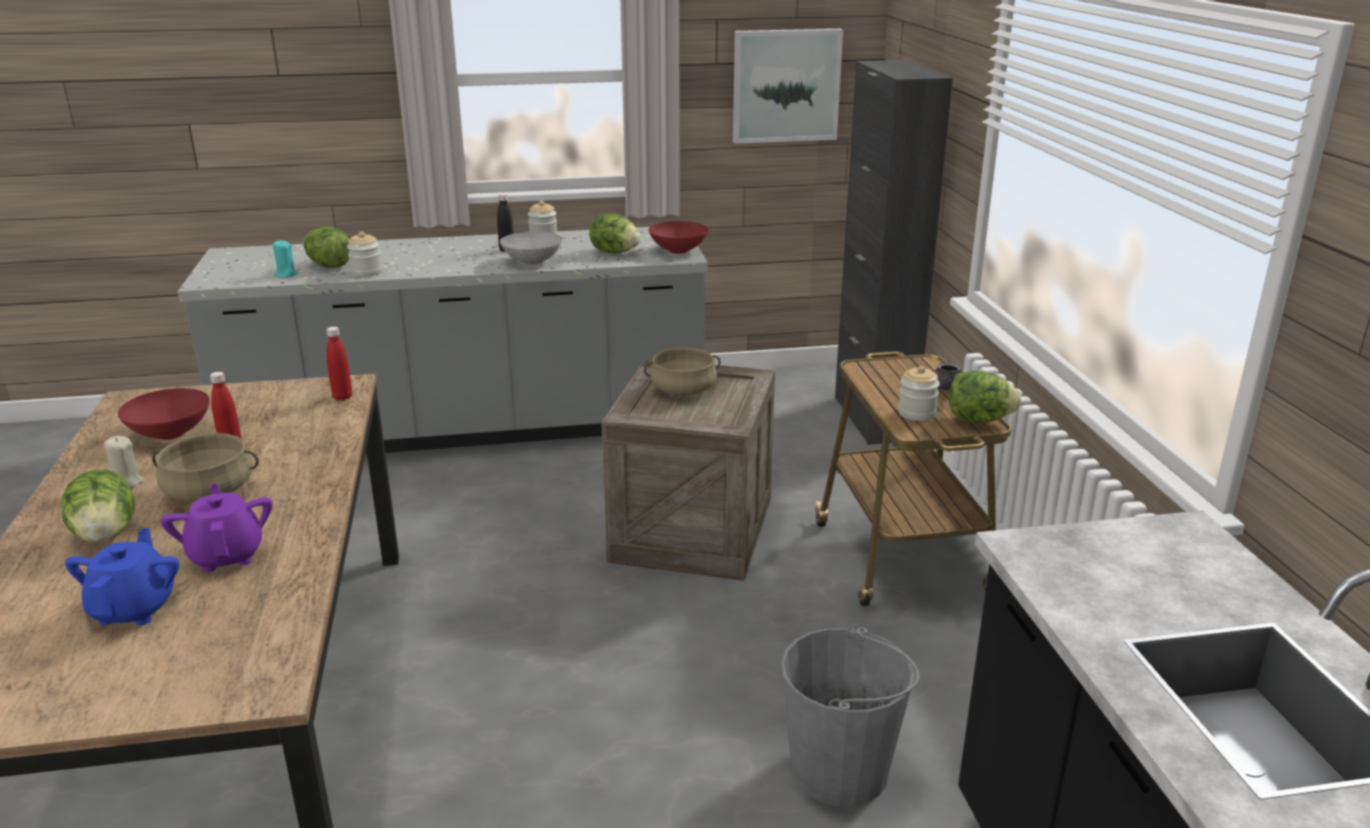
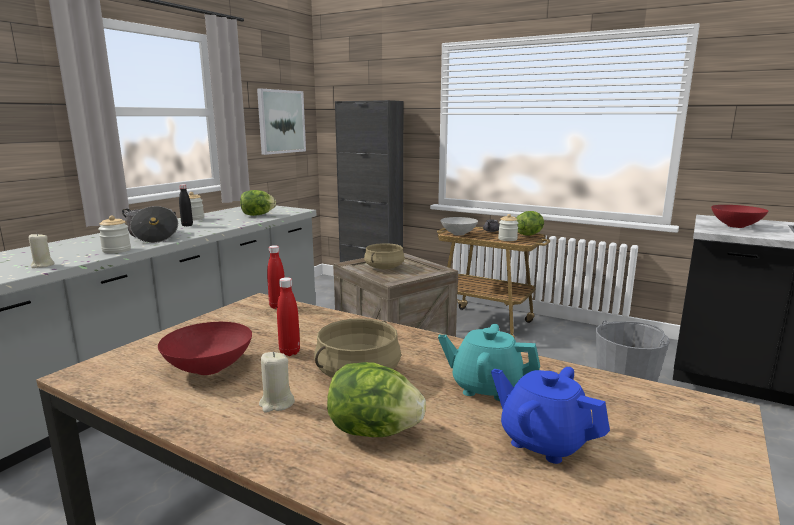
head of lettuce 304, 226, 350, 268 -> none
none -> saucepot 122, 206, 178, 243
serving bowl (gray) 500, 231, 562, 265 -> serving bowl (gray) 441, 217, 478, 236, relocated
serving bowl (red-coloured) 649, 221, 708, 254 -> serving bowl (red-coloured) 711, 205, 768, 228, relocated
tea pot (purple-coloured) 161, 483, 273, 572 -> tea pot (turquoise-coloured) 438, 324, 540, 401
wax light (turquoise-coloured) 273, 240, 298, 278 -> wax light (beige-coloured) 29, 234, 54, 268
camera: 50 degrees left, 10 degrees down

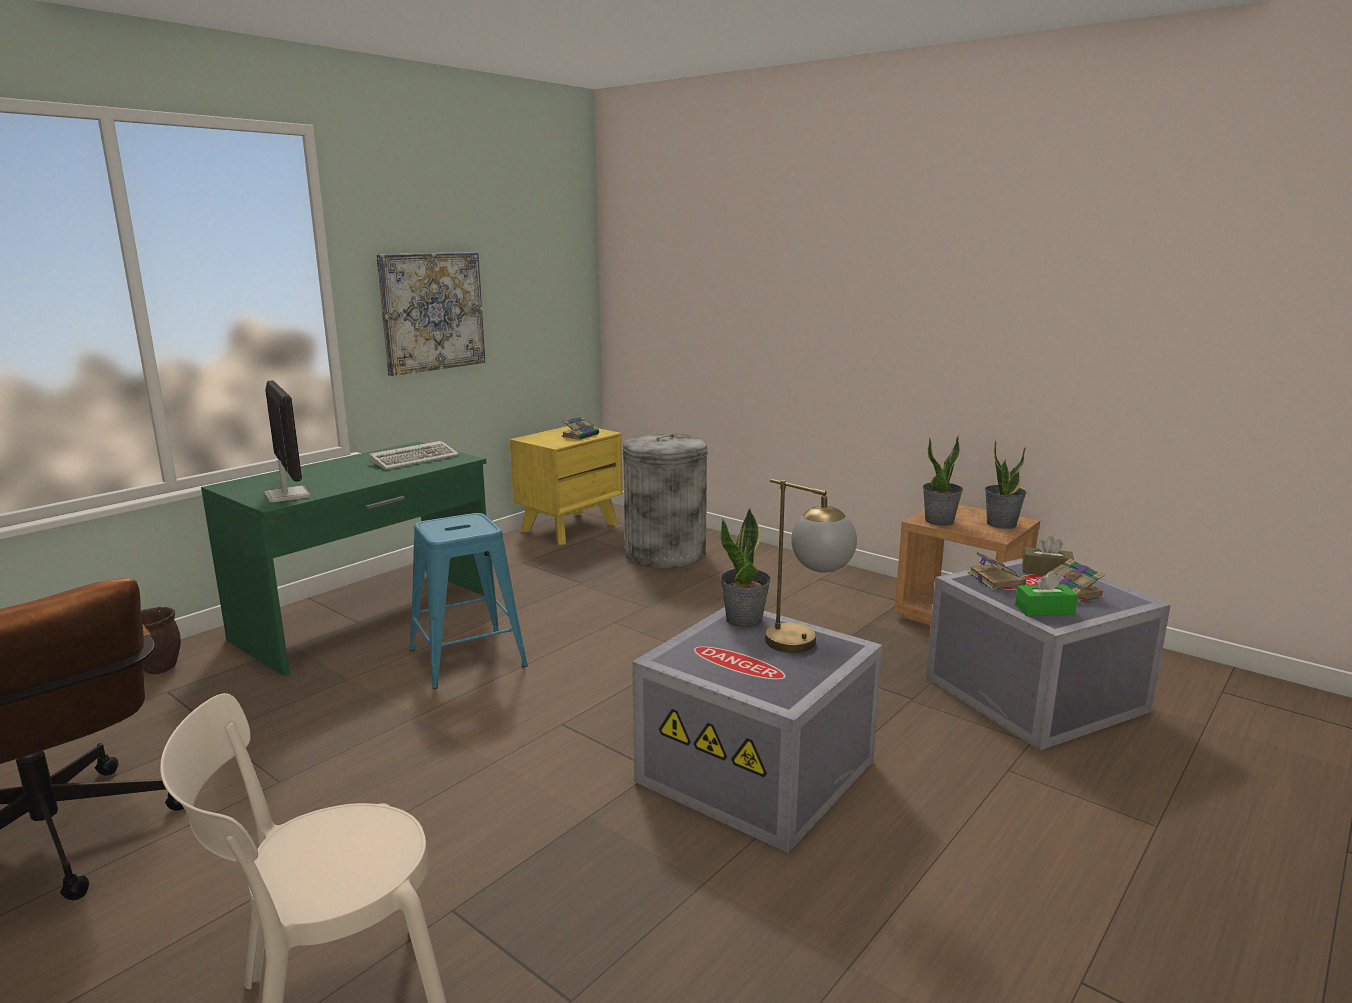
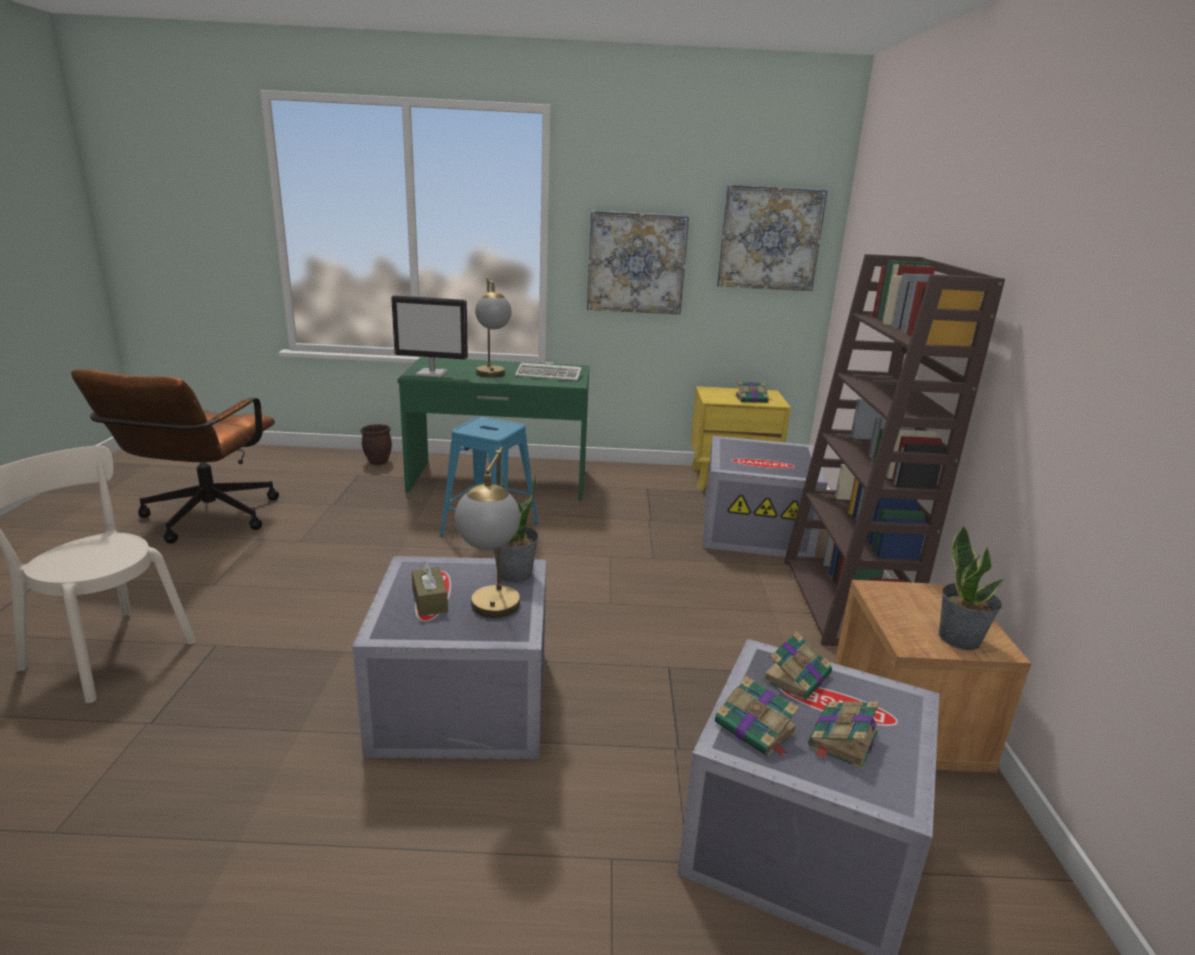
houseplant 923, 436, 963, 526 -> none
none -> tabletop lamp 475, 277, 512, 377
none -> wall picture 717, 184, 828, 291
none -> shelving unit (brown) 784, 254, 1005, 646
tissue box (brown) 1022, 536, 1074, 575 -> tissue box (brown) 412, 561, 448, 616, relocated
rubbish bin (gray) 623, 433, 708, 568 -> storage container (gray) 703, 436, 828, 557
tissue box (green) 1015, 571, 1078, 616 -> book 715, 676, 799, 758
computer display 264, 380, 311, 502 -> computer display 391, 295, 468, 378, 75 degrees clockwise
camera: 50 degrees right, 5 degrees up

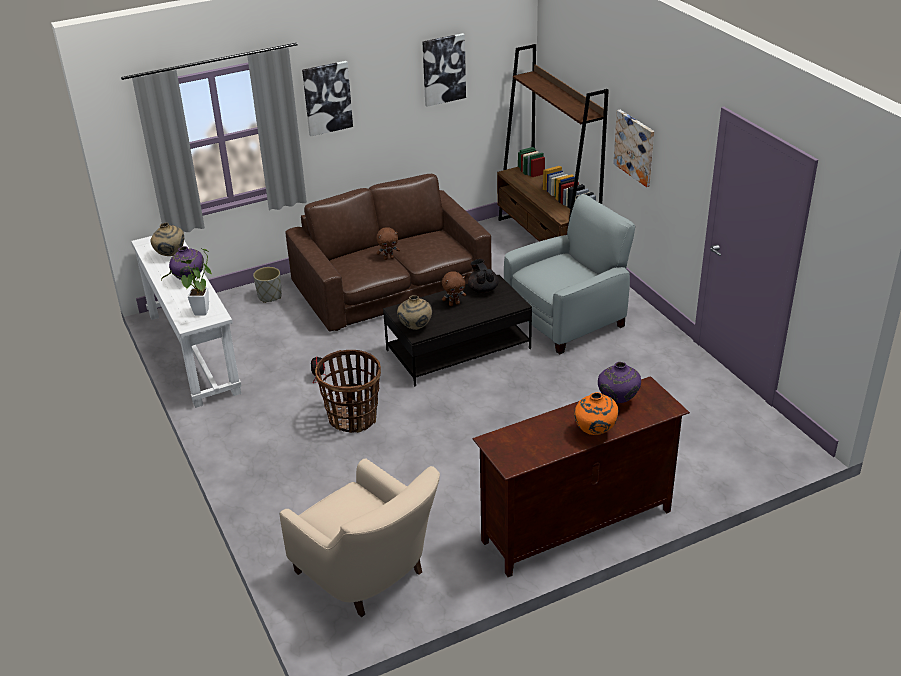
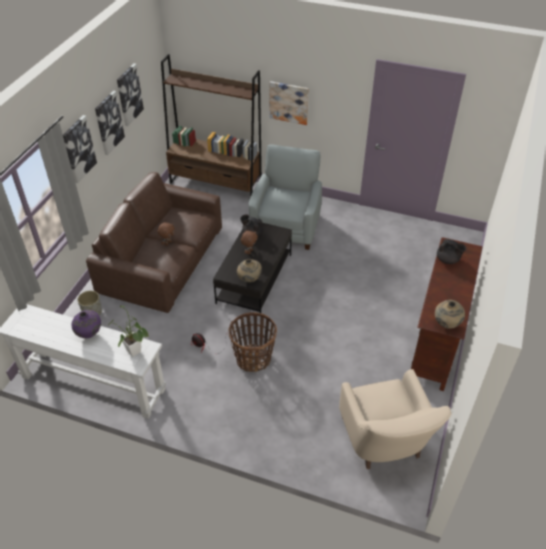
vase (orange-coloured) 574, 392, 618, 435 -> none
none -> wall picture 95, 91, 125, 155
vase (beige-coloured) 151, 223, 184, 256 -> vase (beige-coloured) 435, 300, 465, 328, relocated
vase (purple-coloured) 598, 362, 641, 403 -> tea pot (blackish) 437, 239, 466, 264
lounge chair (beige-coloured) 279, 458, 440, 617 -> lounge chair (beige-coloured) 339, 369, 451, 469, 75 degrees clockwise
camera: 45 degrees left, 10 degrees up

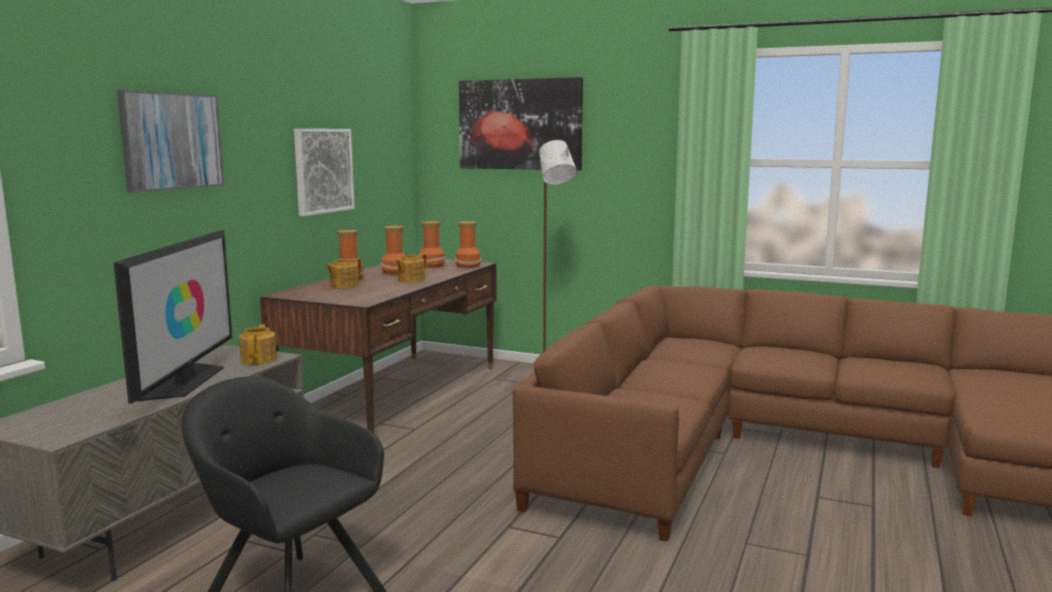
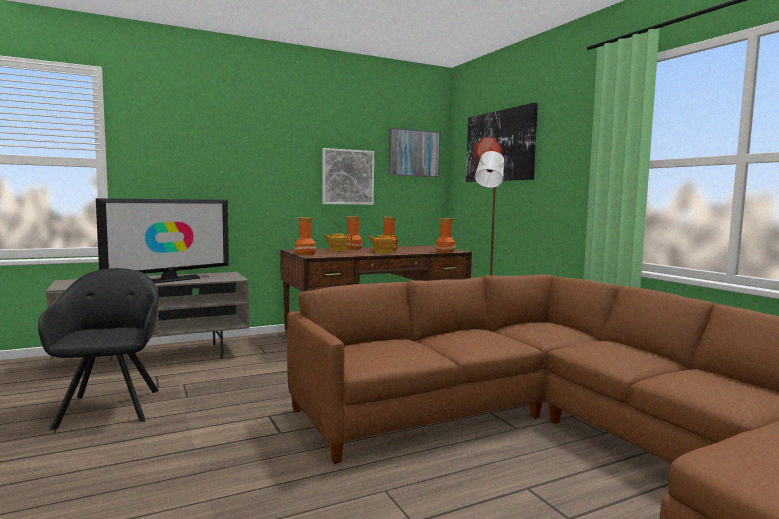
tea pot 239, 324, 277, 365 -> none
wall picture 117, 90, 224, 193 -> wall picture 389, 128, 440, 177, relocated
vase 419, 221, 445, 268 -> vase 294, 218, 316, 255, relocated
camera: 40 degrees right, 5 degrees down

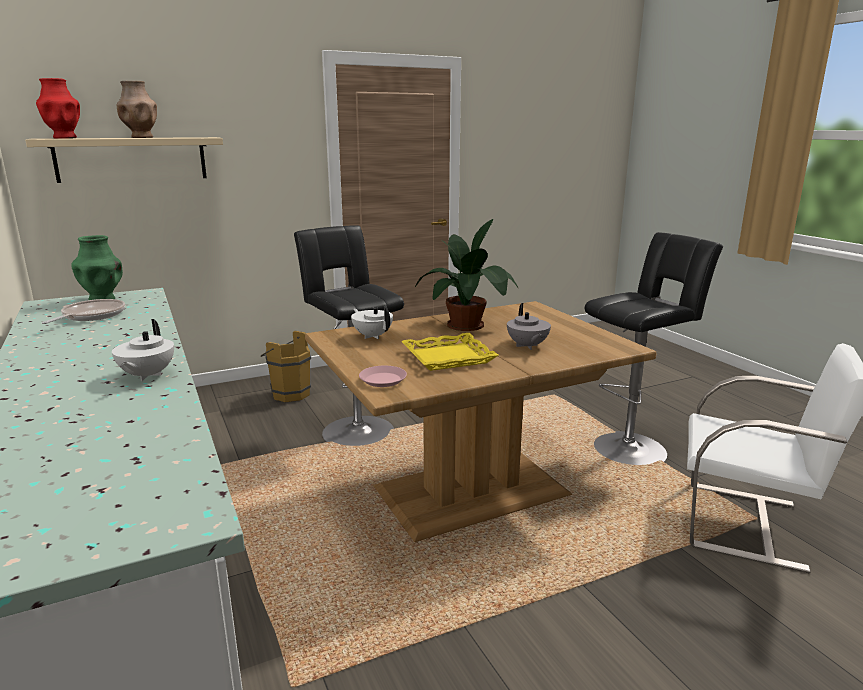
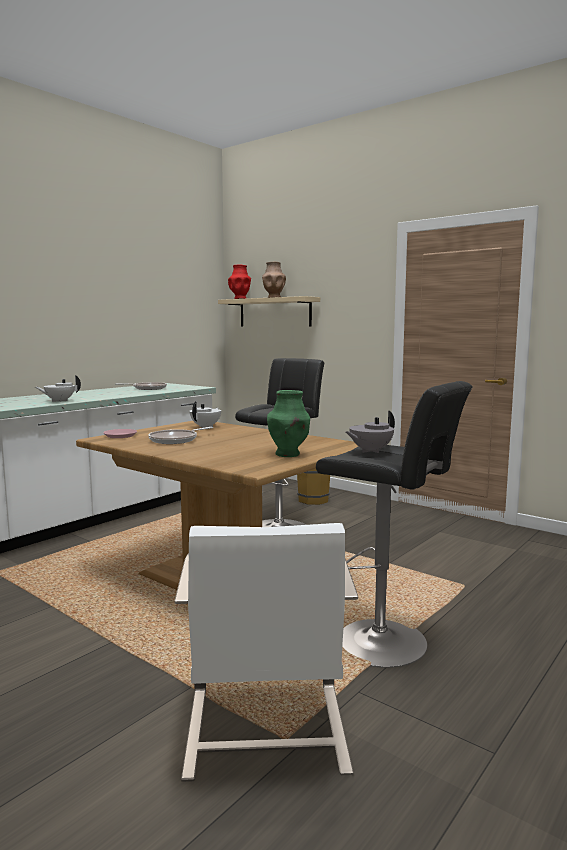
houseplant 415, 219, 518, 331 -> none
vase (green) 71, 235, 123, 300 -> vase (green) 267, 390, 310, 457, relocated
tea pot (gray) 507, 303, 551, 350 -> tea pot (gray) 346, 411, 395, 453, relocated
carrying tray (yellow-coloured) 401, 333, 499, 371 -> frying pan 148, 427, 213, 444
camera: 65 degrees right, 10 degrees down

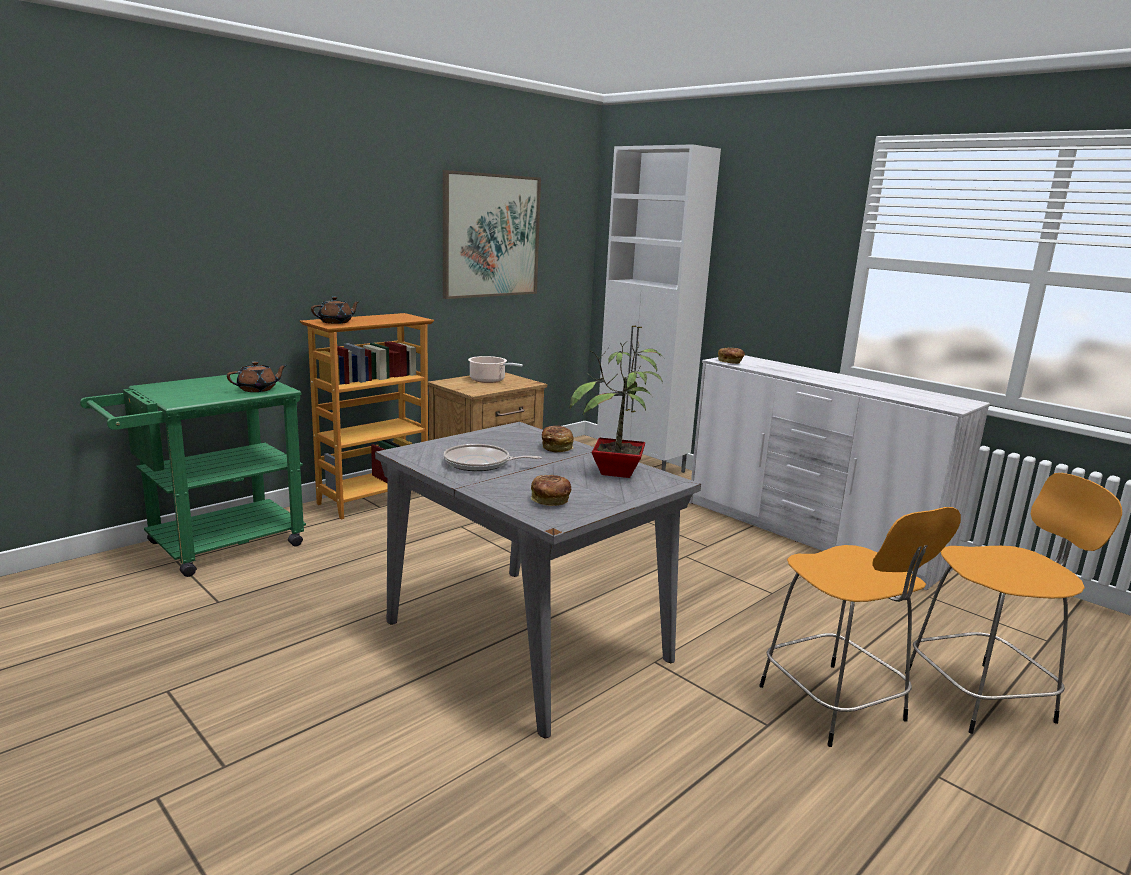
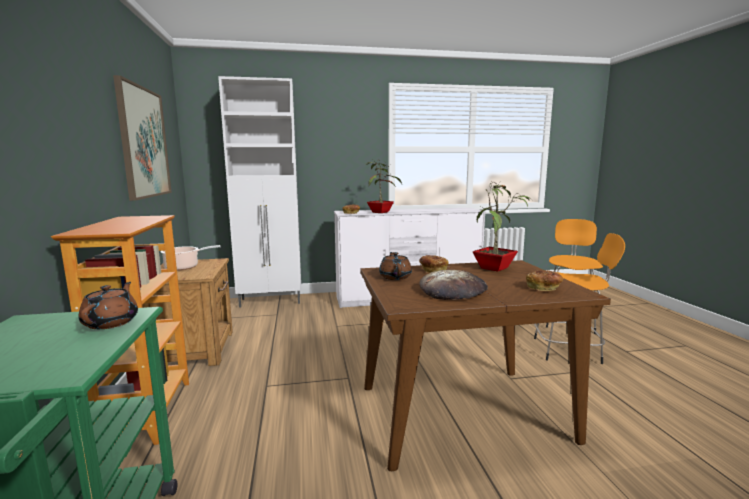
none -> houseplant 367, 159, 402, 213
tea pot (brown) 311, 297, 360, 324 -> tea pot (brown) 379, 252, 412, 280, relocated
frying pan 444, 444, 542, 471 -> bakery bread 420, 270, 488, 300
kitchen table (gray) 375, 422, 701, 739 -> kitchen table (brown) 360, 260, 611, 471
camera: 55 degrees left, 5 degrees down

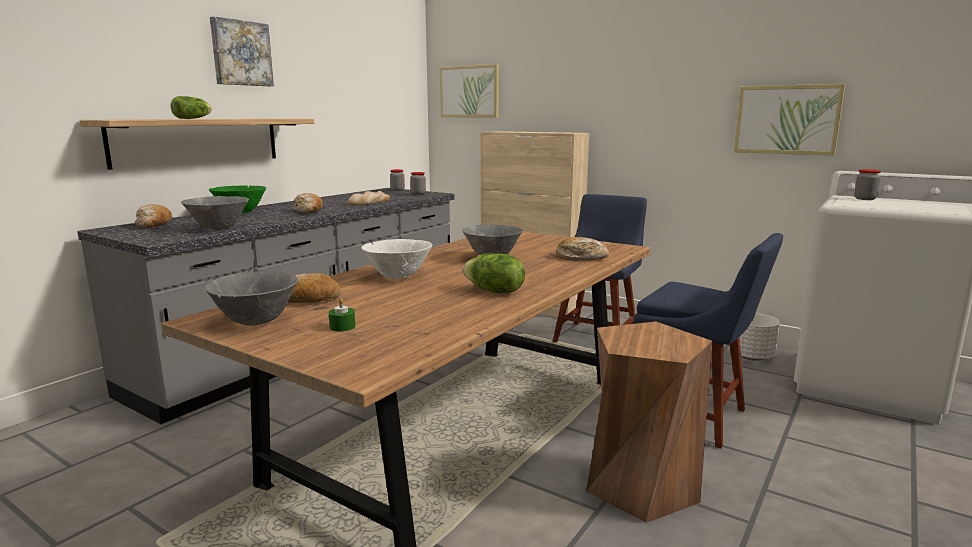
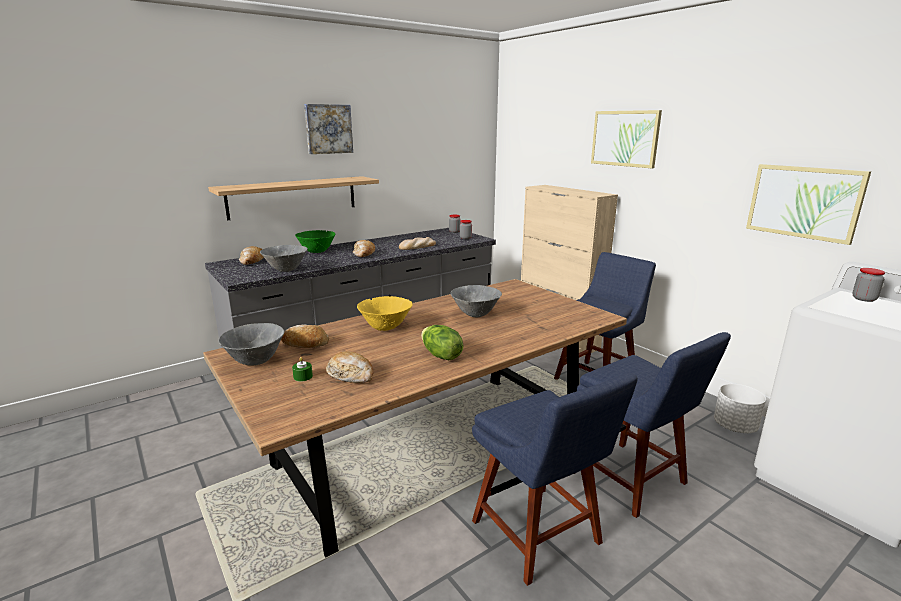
head of lettuce 170, 96, 212, 119 -> none
wall picture 440, 64, 499, 117 -> wall picture 591, 110, 662, 168, relocated
bakery bread 556, 237, 609, 260 -> bakery bread 326, 351, 374, 383, relocated
sitting stool (brown) 586, 321, 712, 523 -> chair (bluish) 472, 374, 638, 586
serving bowl (white) 361, 239, 433, 279 -> serving bowl (yellow-coloured) 357, 296, 413, 331
camera: 20 degrees right, 5 degrees up

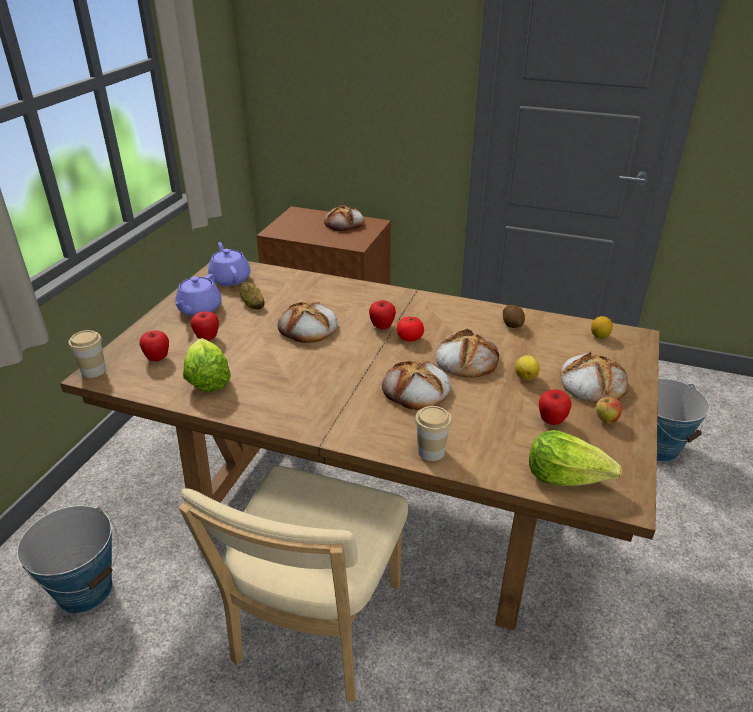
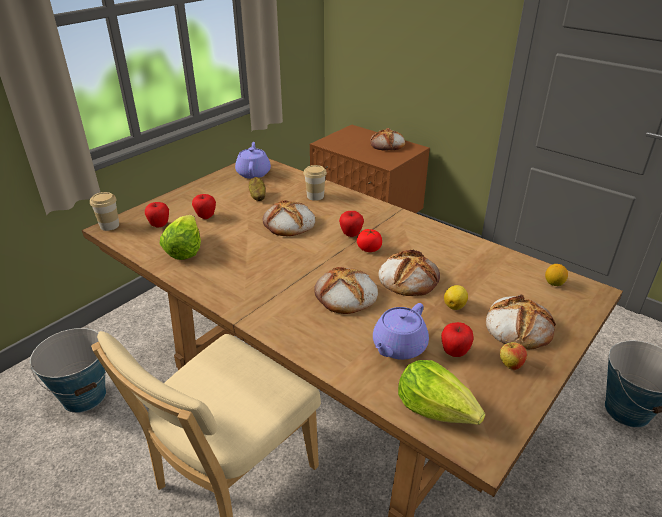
potato 503, 304, 525, 328 -> none
tea pot (purple-coloured) 175, 274, 222, 316 -> tea pot (purple-coloured) 373, 303, 429, 360, relocated
cup 415, 406, 452, 461 -> cup 304, 165, 327, 201, relocated
camera: 20 degrees right, 0 degrees up

